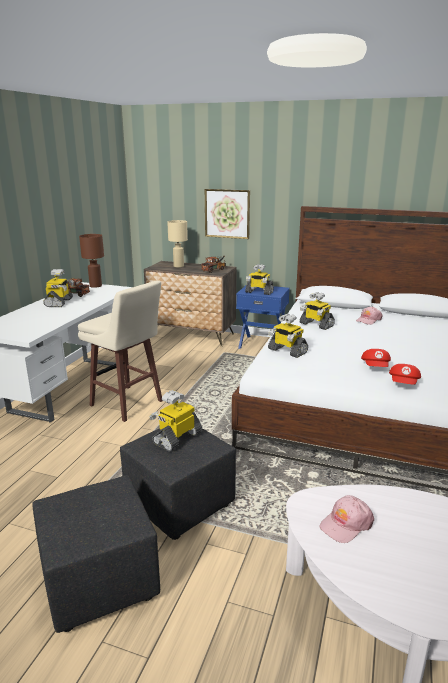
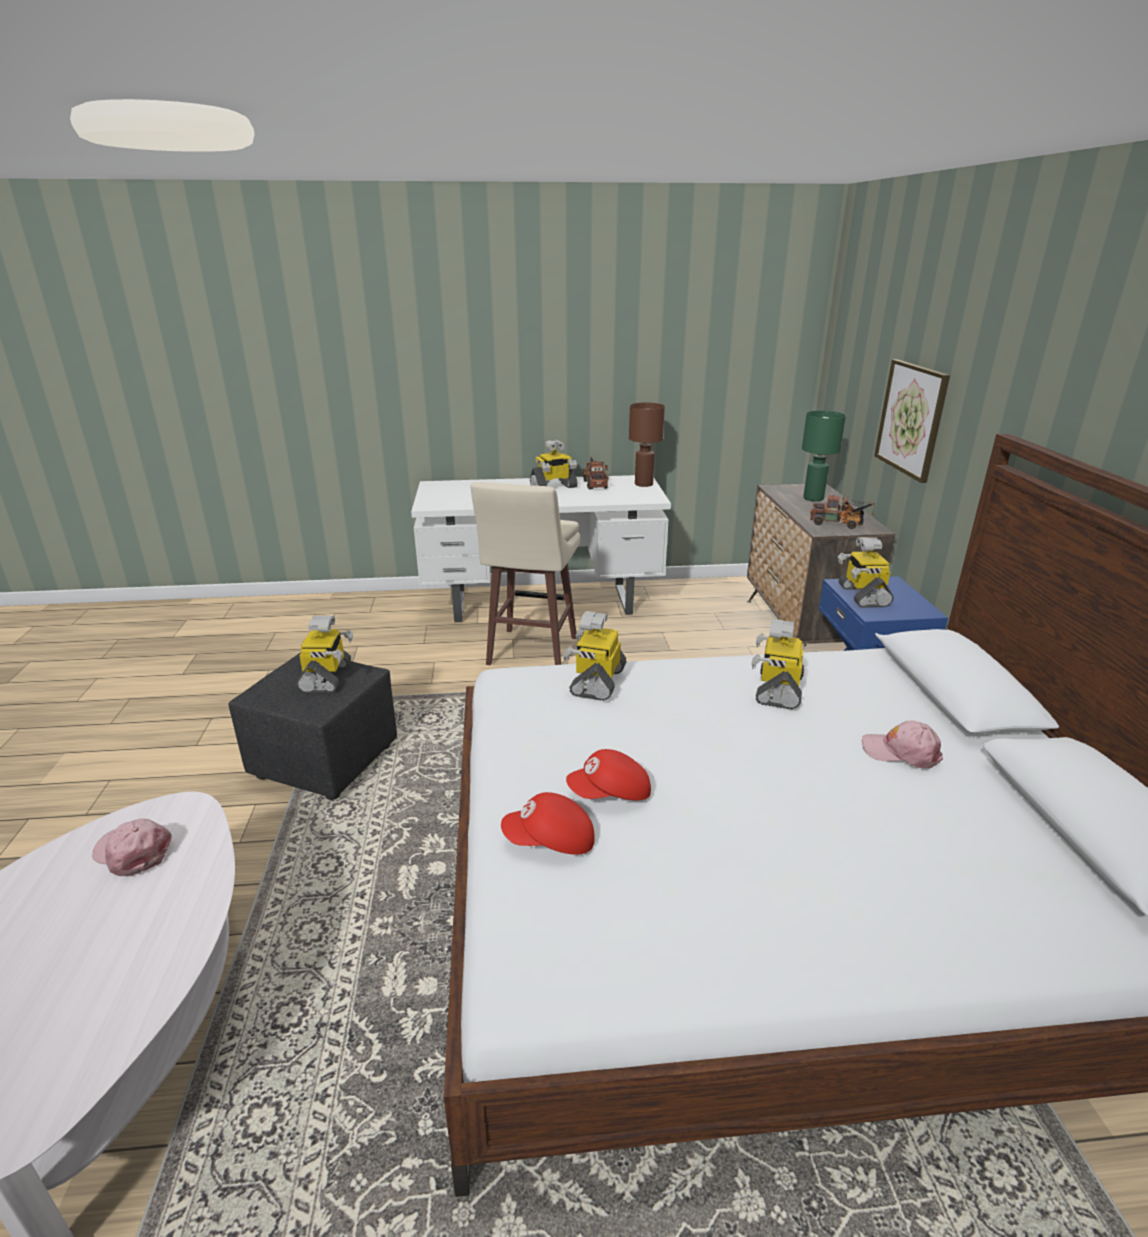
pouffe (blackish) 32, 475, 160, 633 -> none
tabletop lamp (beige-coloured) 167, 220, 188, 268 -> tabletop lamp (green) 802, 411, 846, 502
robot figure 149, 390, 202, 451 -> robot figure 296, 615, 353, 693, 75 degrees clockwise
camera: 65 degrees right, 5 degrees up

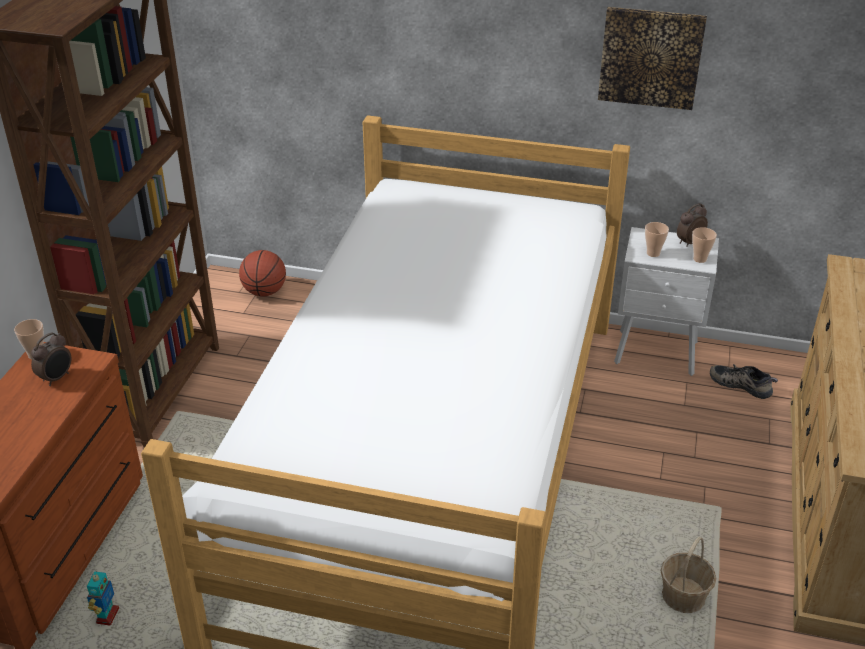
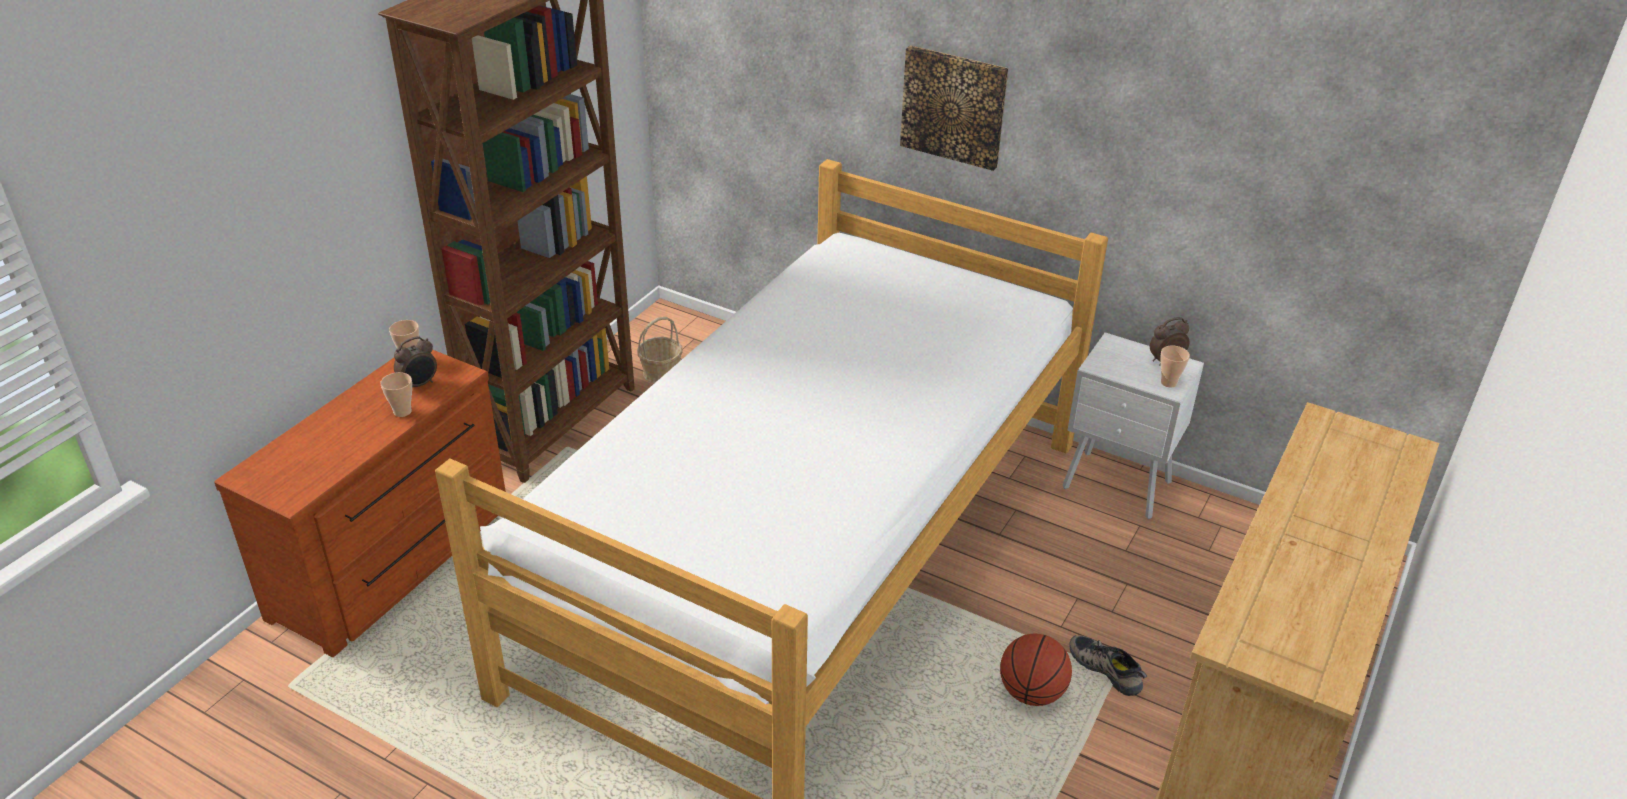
robot figure 87, 571, 119, 626 -> none
basketball 239, 250, 286, 296 -> basketball 1000, 633, 1072, 706, relocated
wall picture 598, 7, 707, 110 -> wall picture 900, 45, 1008, 171, relocated
cup 645, 222, 669, 257 -> cup 380, 372, 412, 417, relocated
storage basket 661, 537, 716, 613 -> storage basket 637, 317, 683, 383, relocated
shoe 710, 364, 778, 399 -> shoe 1070, 635, 1147, 696, relocated
camera: 15 degrees right, 0 degrees up

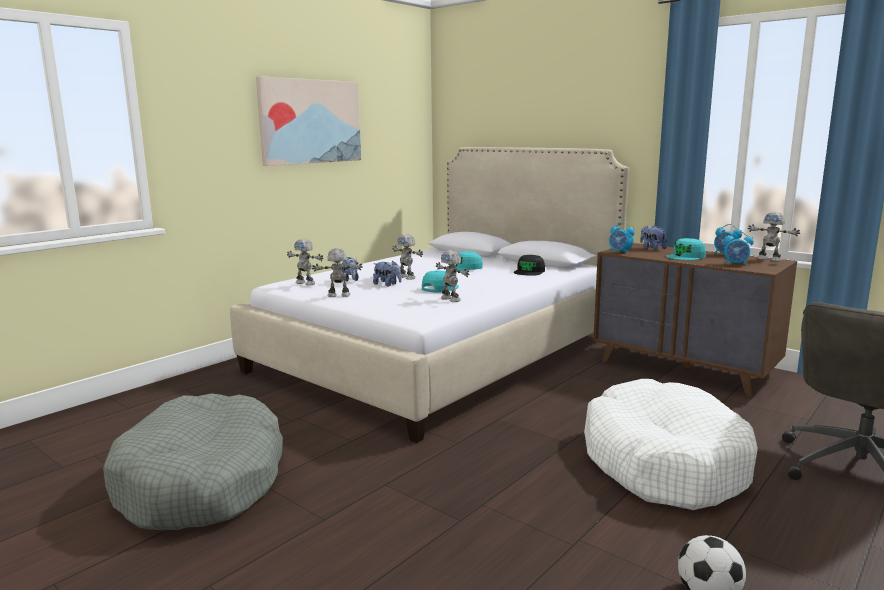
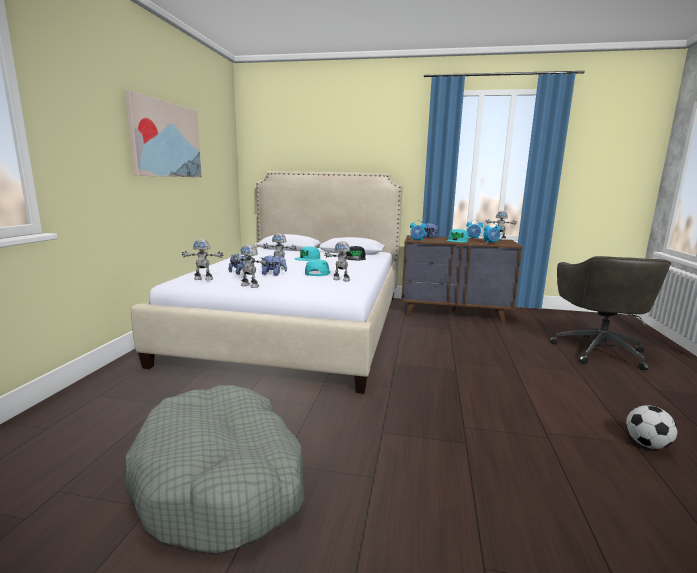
dog cushion (white) 584, 379, 758, 510 -> none
robot figure 312, 248, 363, 297 -> robot figure 233, 244, 268, 288, 120 degrees counterclockwise
camera: 30 degrees left, 0 degrees up

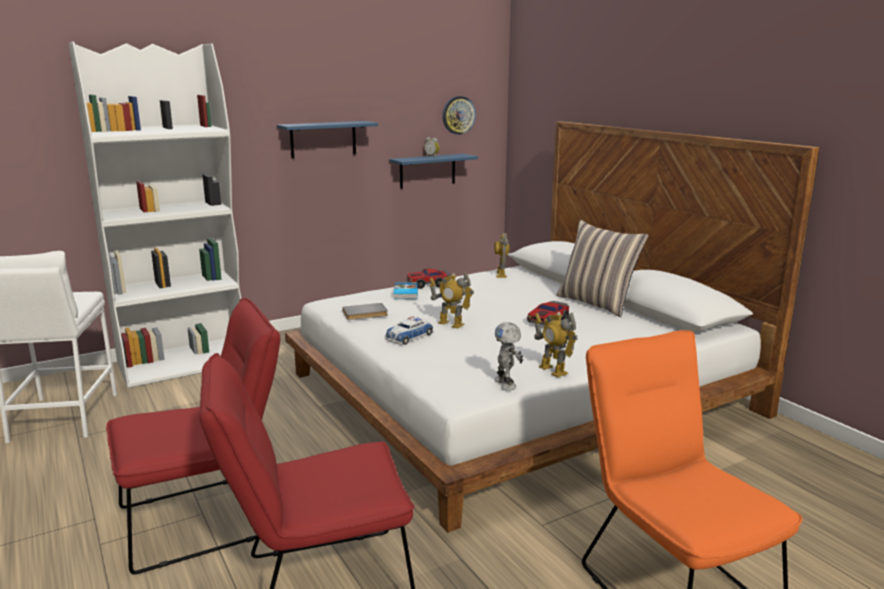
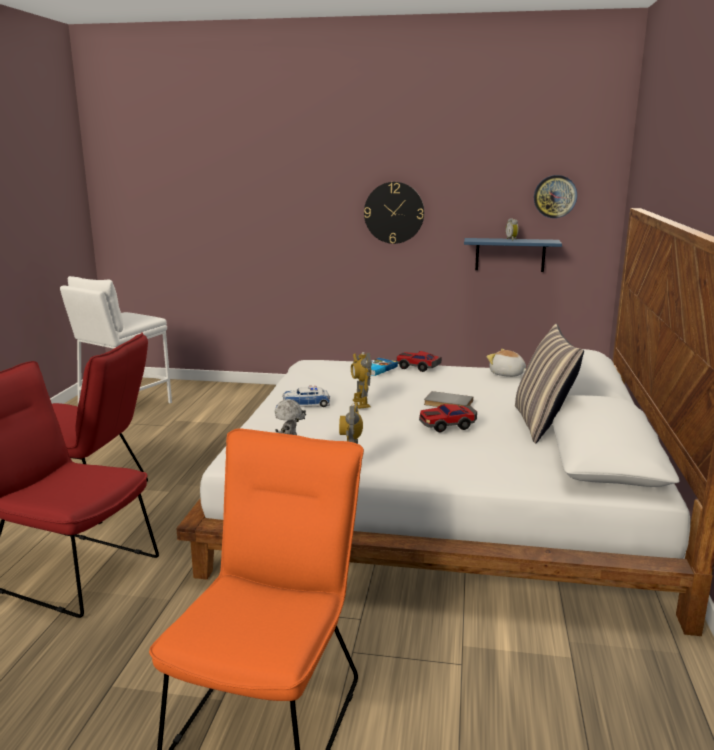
shelving unit (white) 69, 42, 242, 388 -> none
book (gray) 342, 303, 388, 320 -> book (gray) 424, 391, 473, 407, relocated
bracket shelf (bluish) 277, 121, 378, 158 -> hanging clock 364, 182, 424, 244
robot figure 494, 233, 509, 278 -> cuddly toy 487, 349, 526, 377
camera: 40 degrees right, 0 degrees up

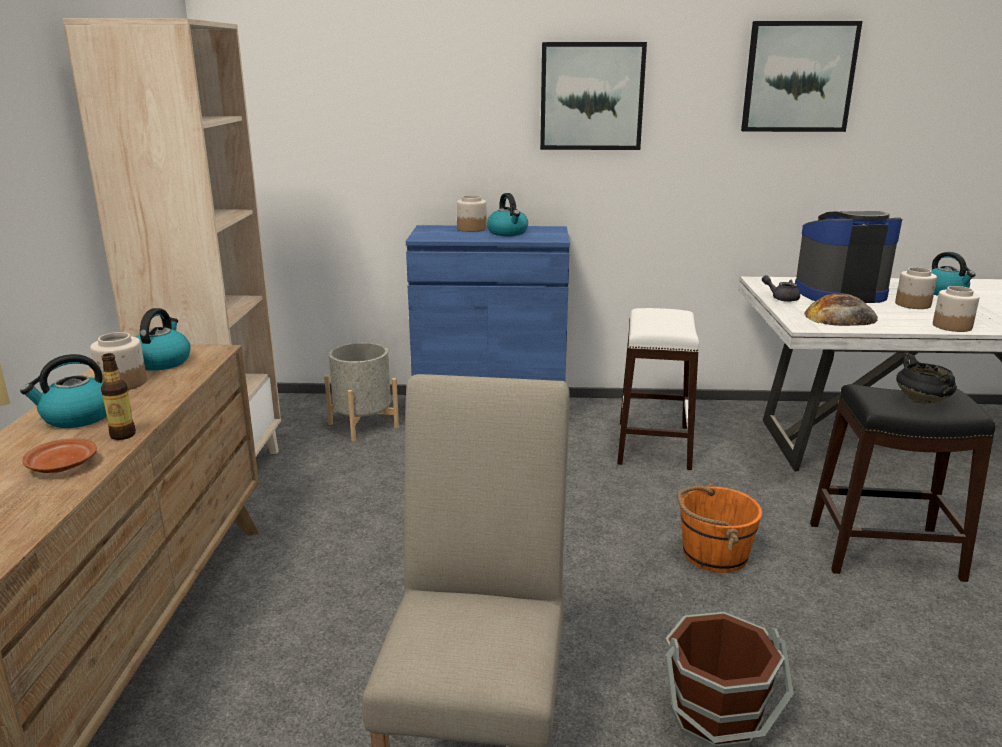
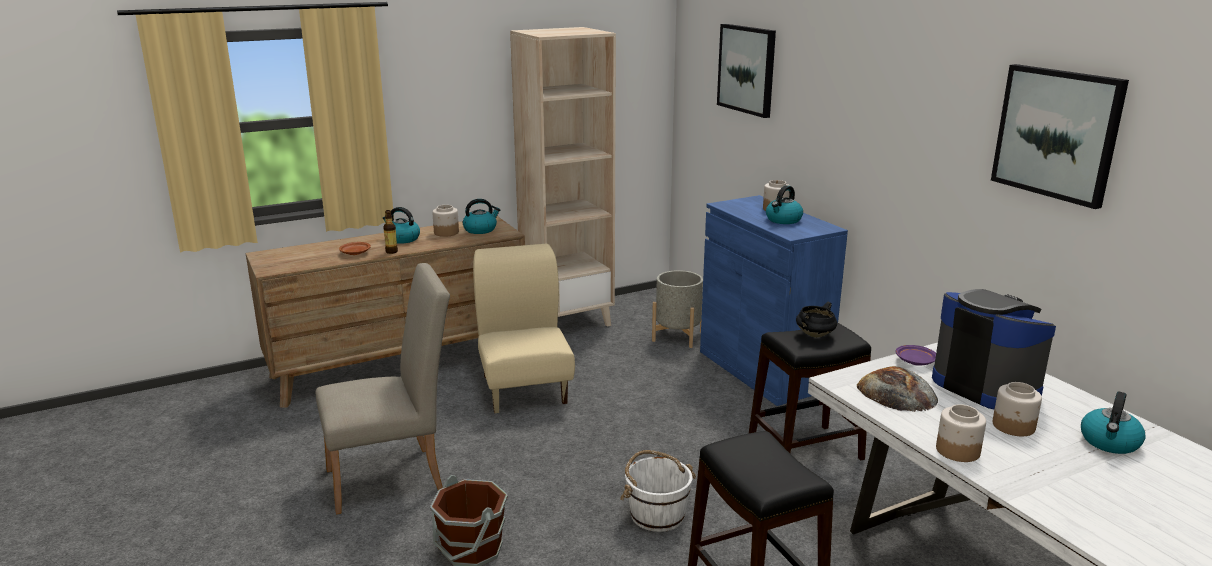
none -> chair (beige-coloured) 473, 244, 575, 414
wall picture 540, 42, 647, 150 -> wall picture 717, 24, 776, 118, relocated
saucepot (blackish) 896, 354, 957, 404 -> saucepot (blackish) 796, 302, 837, 337, relocated
tea pot (gray) 762, 275, 800, 302 -> dinner plate (purple-coloured) 896, 345, 936, 365
sitting stool (white) 617, 308, 699, 470 -> sitting stool (blackish) 749, 323, 871, 460
bucket (orange-coloured) 677, 484, 762, 573 -> bucket (white) 620, 450, 696, 532
camera: 60 degrees right, 0 degrees up

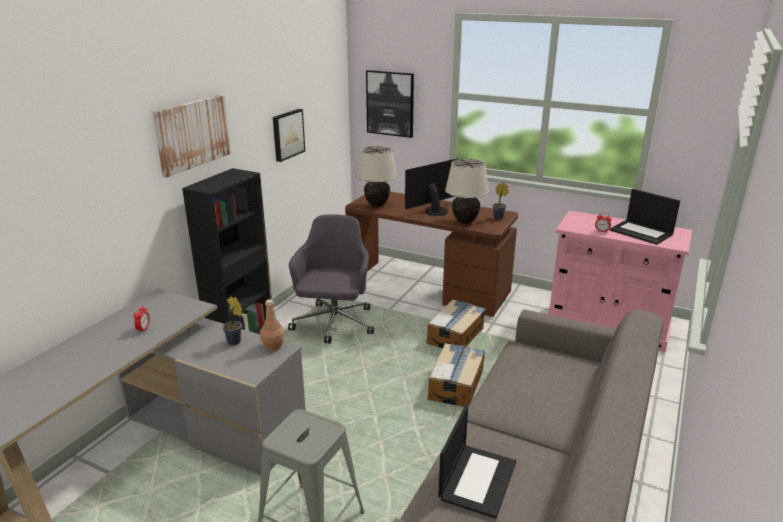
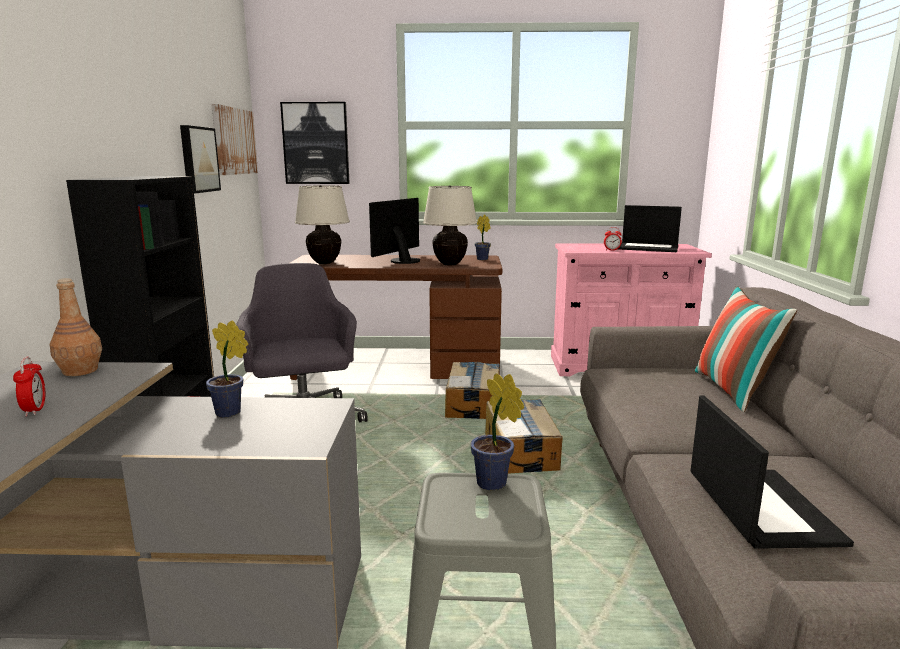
none -> houseplant 470, 373, 524, 490
none -> throw pillow 695, 286, 797, 412
wall picture 152, 95, 231, 177 -> wall picture 211, 104, 258, 175, relocated
drink bottle (brown) 260, 299, 285, 351 -> drink bottle (brown) 50, 278, 102, 376, relocated
camera: 25 degrees left, 10 degrees down

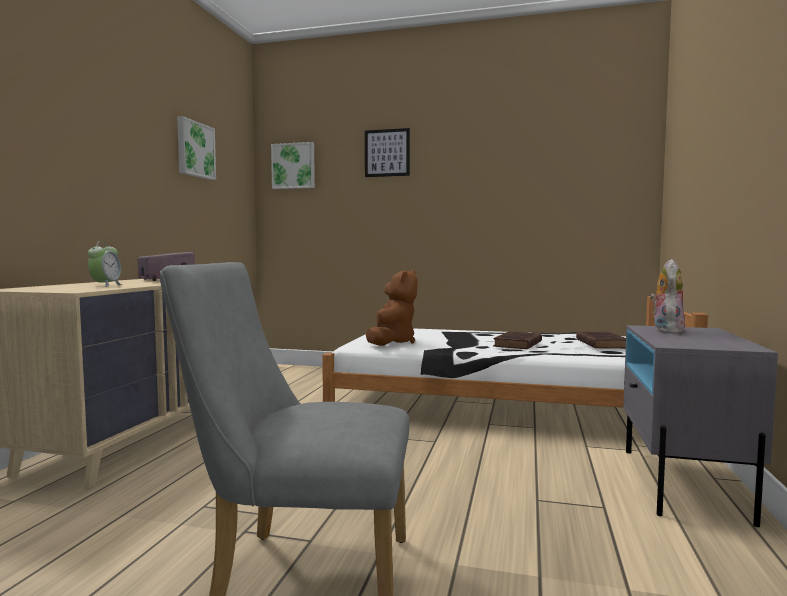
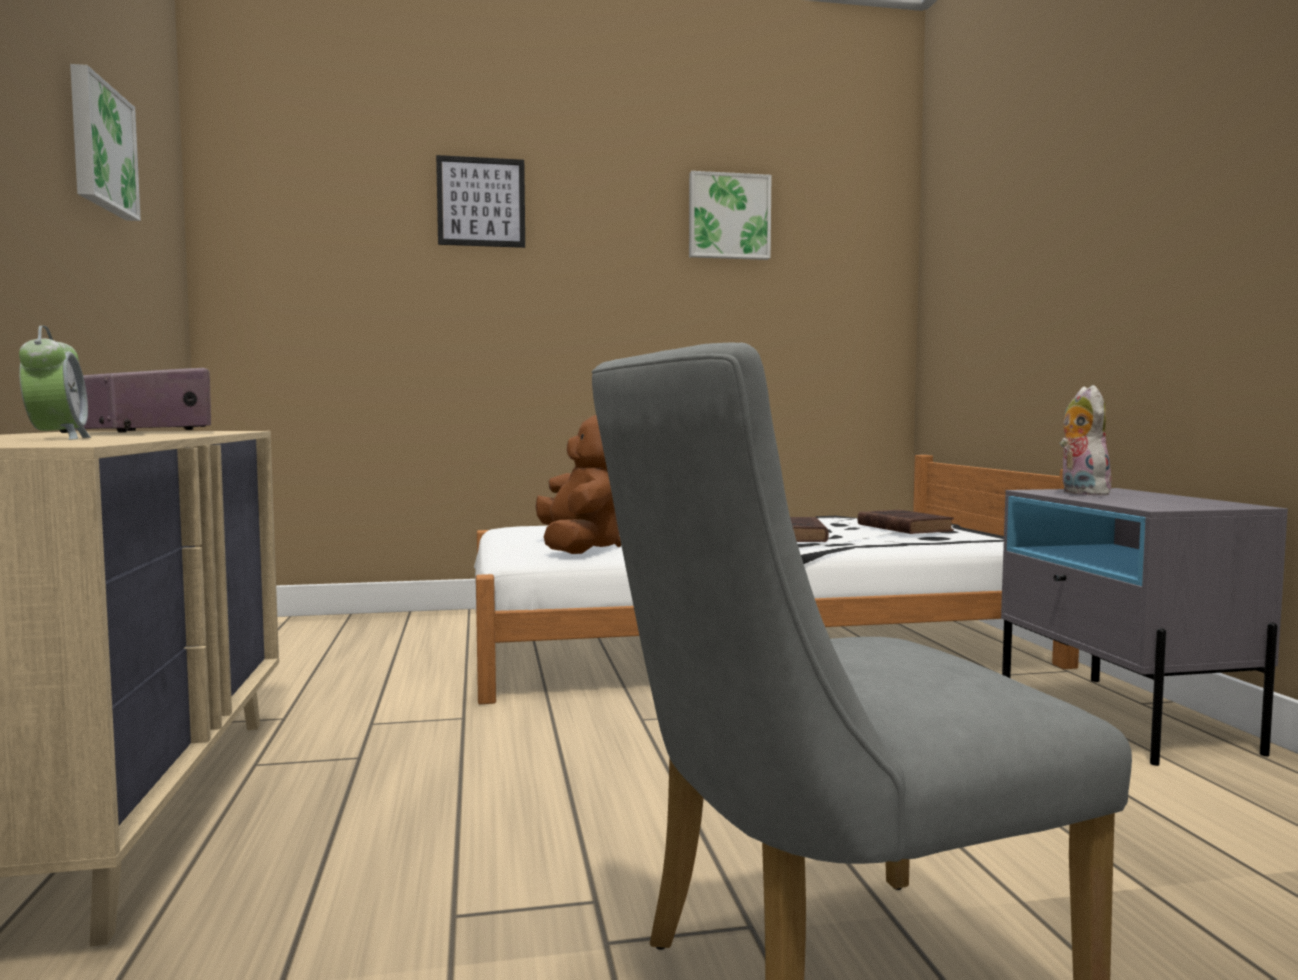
wall picture 271, 142, 315, 189 -> wall picture 689, 171, 772, 260, relocated
camera: 25 degrees left, 0 degrees up

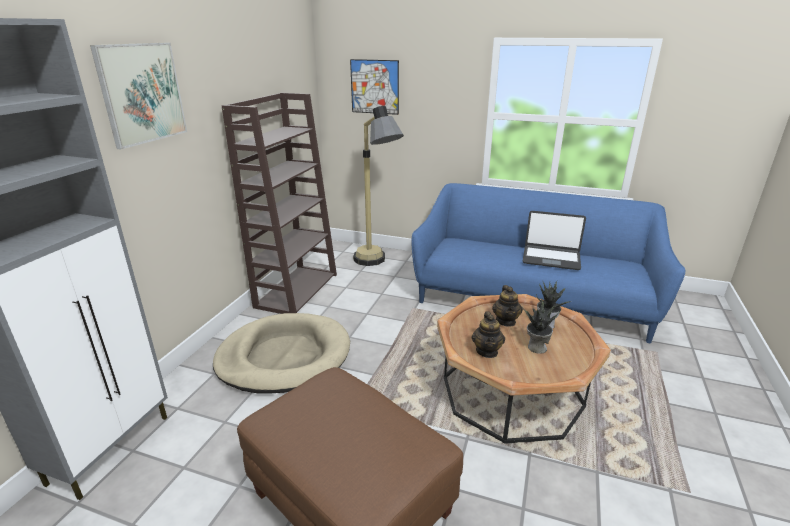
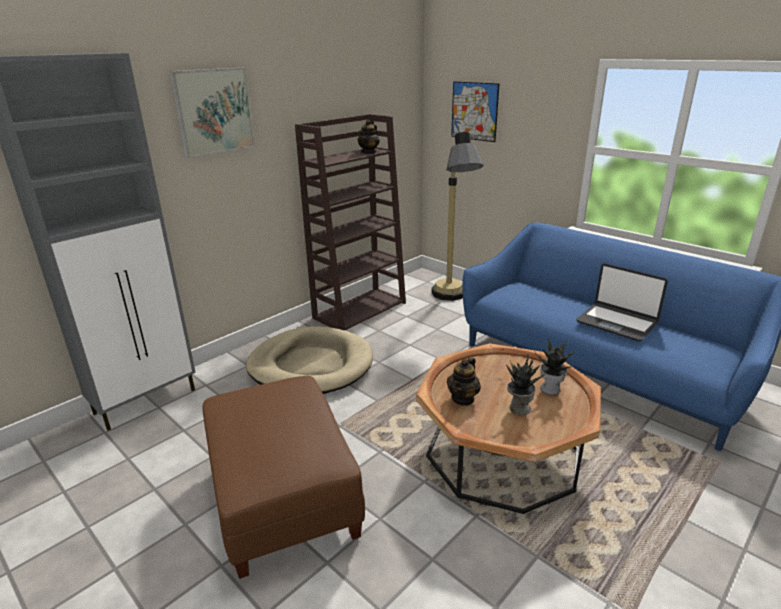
tea pot 492, 285, 523, 327 -> tea pot 358, 120, 380, 154, relocated
camera: 25 degrees right, 0 degrees up

